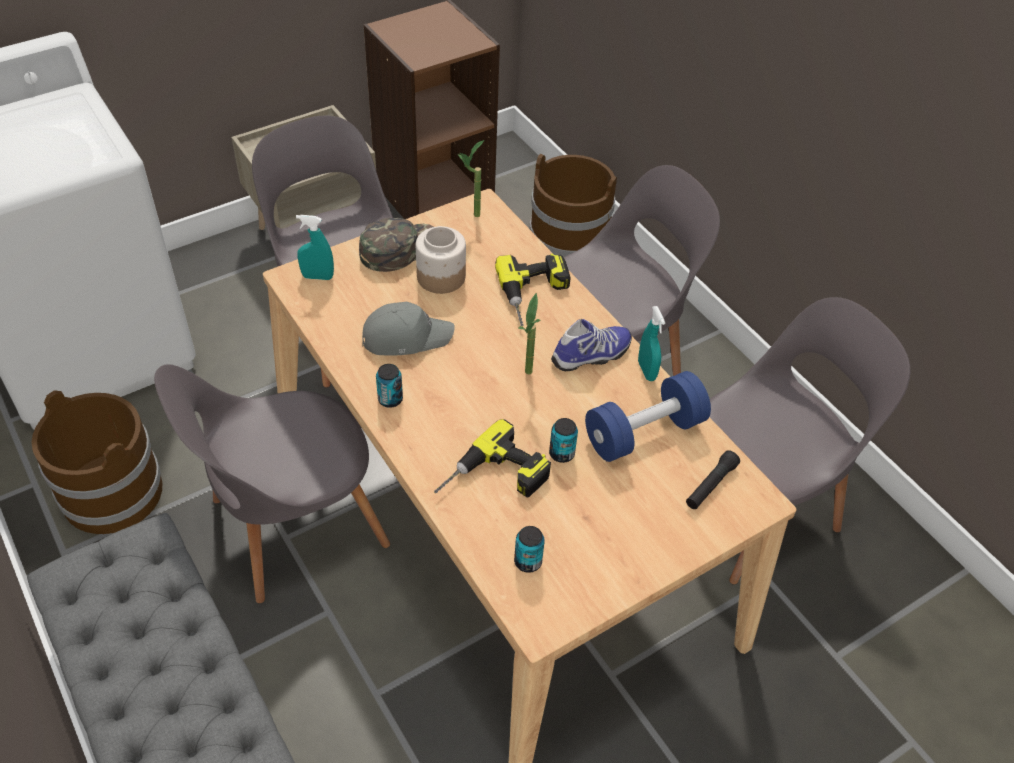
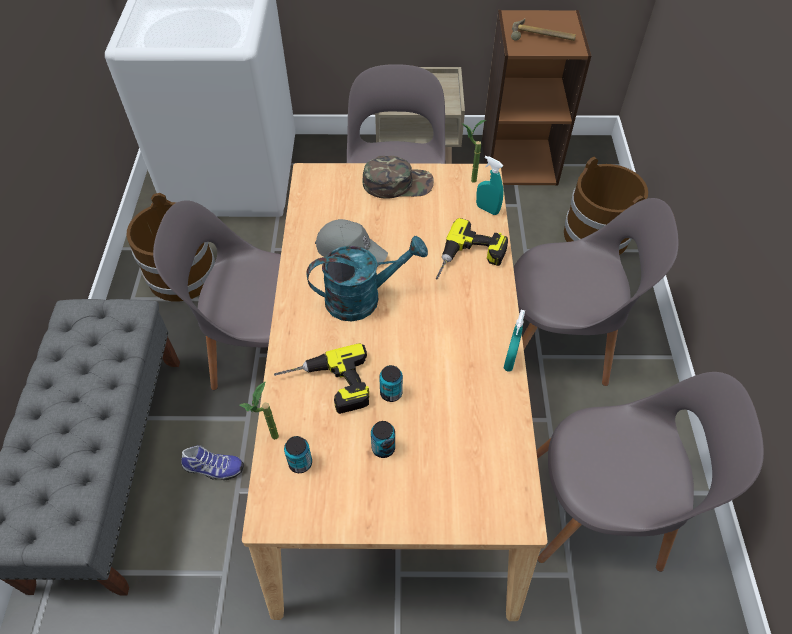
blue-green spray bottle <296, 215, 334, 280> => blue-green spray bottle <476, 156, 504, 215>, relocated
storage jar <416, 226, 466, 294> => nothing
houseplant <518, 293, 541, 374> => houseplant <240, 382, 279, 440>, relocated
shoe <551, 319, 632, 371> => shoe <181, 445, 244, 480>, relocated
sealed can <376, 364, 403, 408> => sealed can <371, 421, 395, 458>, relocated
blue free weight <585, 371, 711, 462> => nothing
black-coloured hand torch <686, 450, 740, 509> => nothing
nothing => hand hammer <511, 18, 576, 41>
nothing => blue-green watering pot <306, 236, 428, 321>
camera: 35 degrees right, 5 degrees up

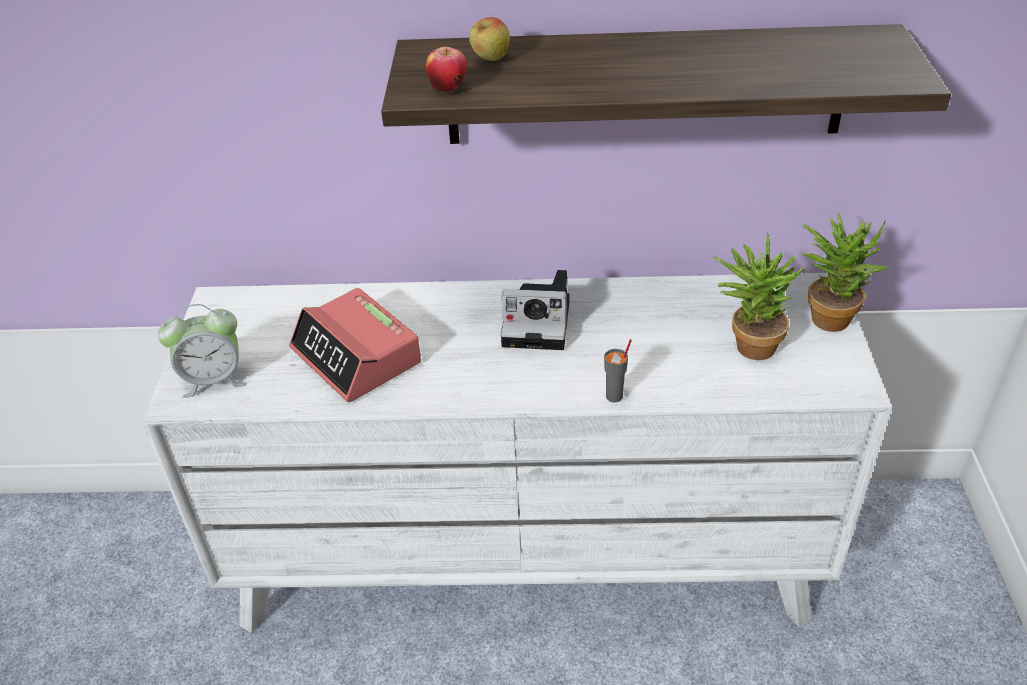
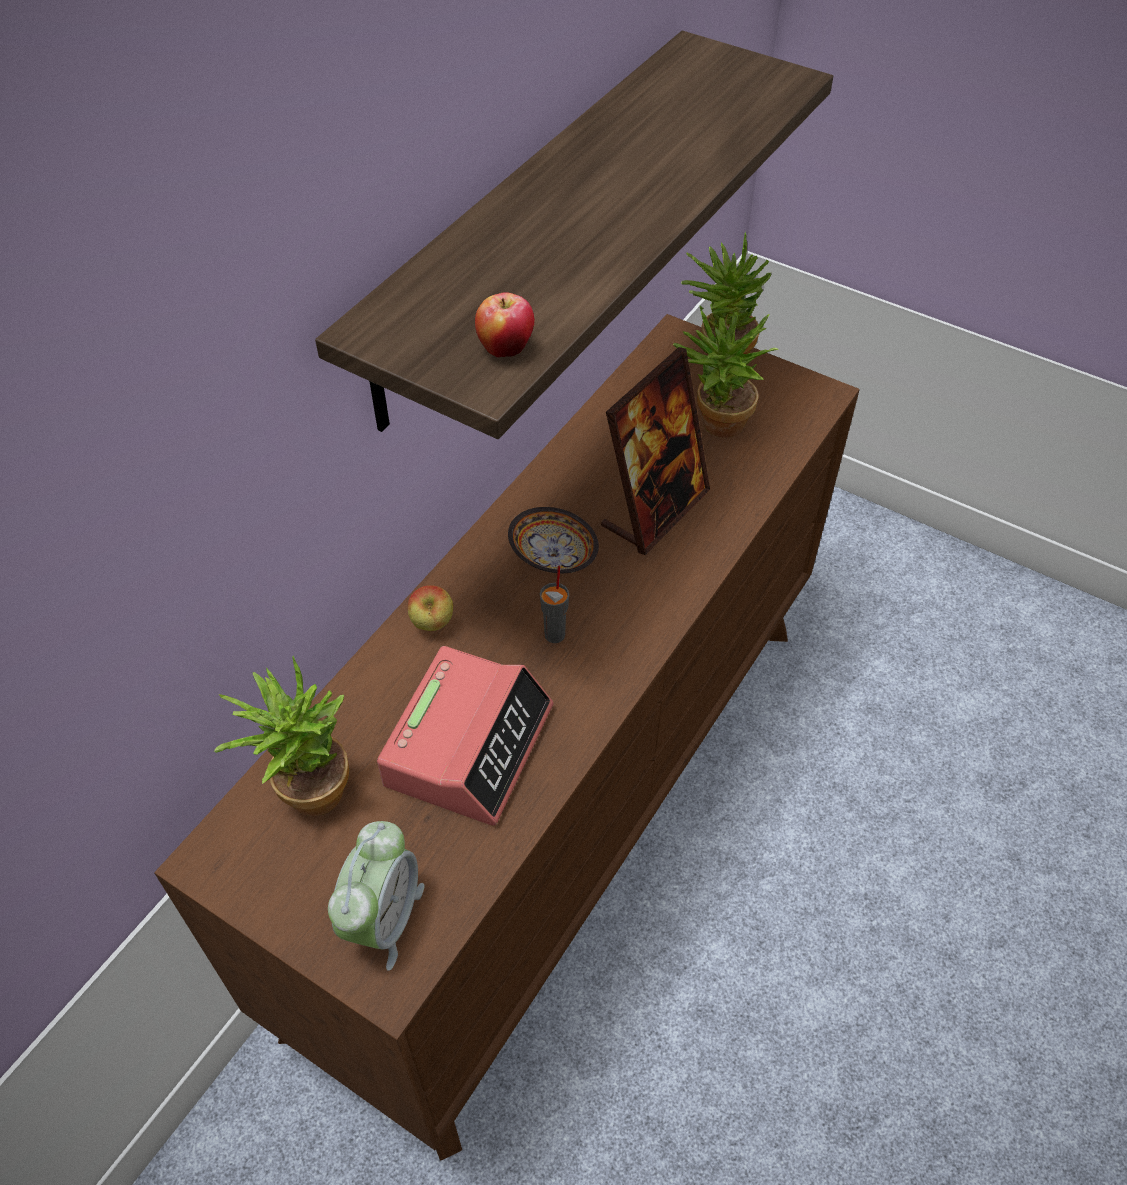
apple fruit <469, 17, 510, 61> => apple fruit <408, 585, 453, 631>, relocated
still camera <501, 270, 570, 350> => serving bowl <508, 507, 599, 573>
white chest of drawers <142, 273, 892, 633> => brown chest of drawers <154, 314, 860, 1161>
alarm clock <290, 288, 421, 402> => alarm clock <377, 646, 553, 825>, 60 degrees counterclockwise
grey drinking cup <604, 339, 632, 403> => grey drinking cup <540, 566, 569, 643>, relocated
nothing => photo frame <601, 347, 710, 555>
nothing => houseplant <214, 656, 349, 816>
camera: 60 degrees left, 10 degrees up

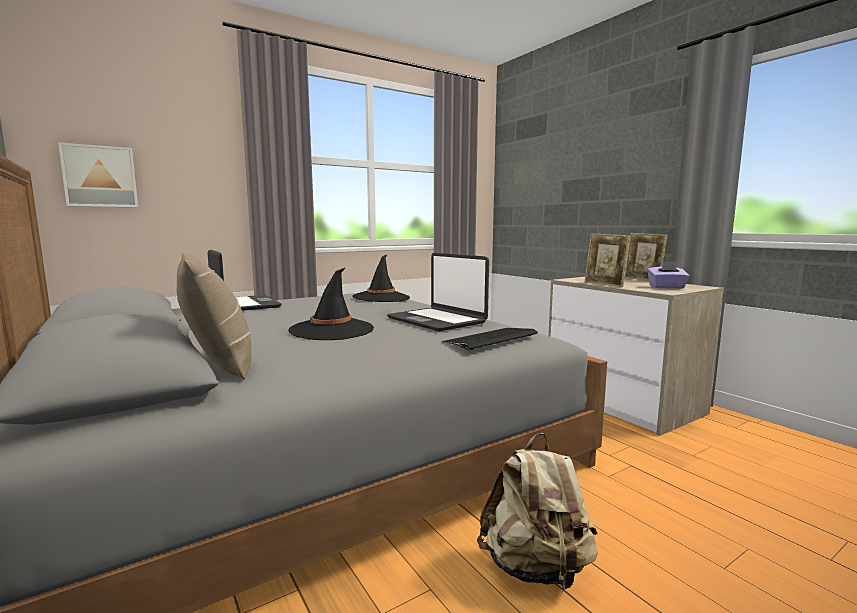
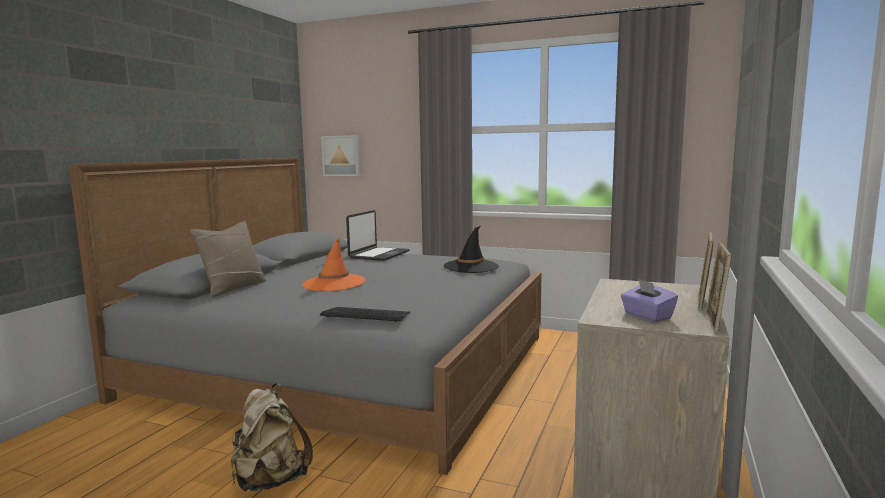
photo frame <585, 233, 630, 287> => photo frame <706, 242, 732, 333>, relocated
laptop <387, 253, 489, 332> => nothing
black-coloured clothing hat <288, 267, 374, 340> => orangey clothing hat <302, 239, 366, 291>
camera: 55 degrees right, 0 degrees up

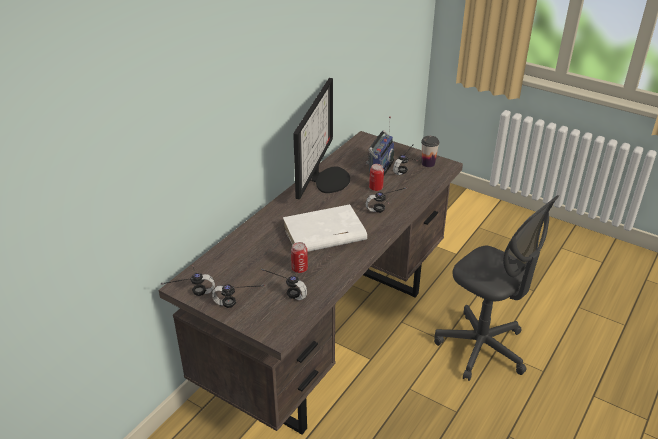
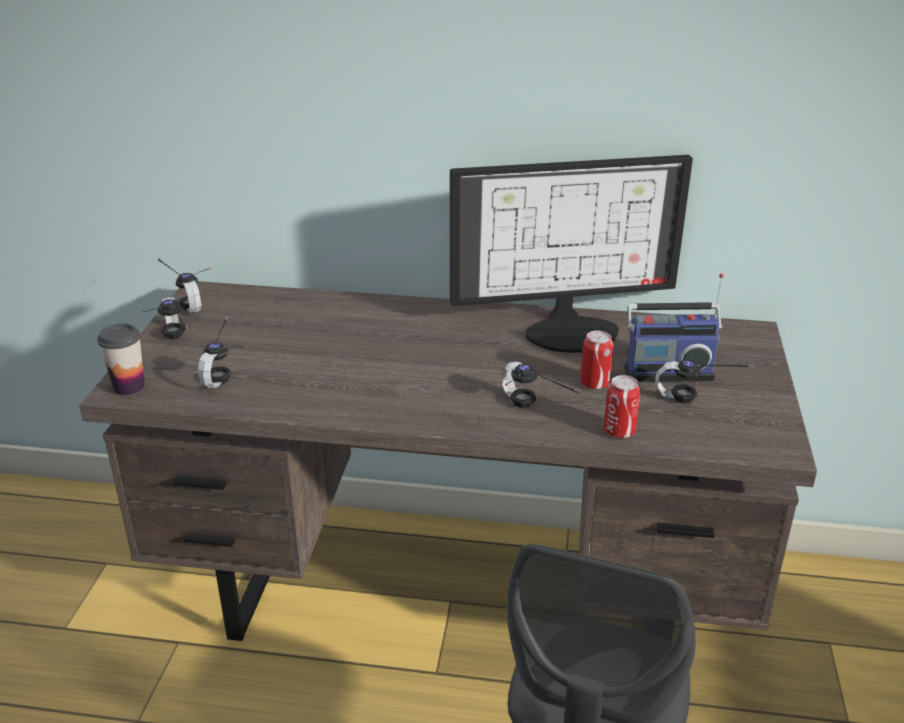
drinking cup <421, 136, 439, 167> => drinking cup <97, 323, 145, 395>, relocated
white volume <283, 204, 367, 252> => nothing
sealed can <291, 242, 308, 273> => sealed can <604, 375, 641, 438>, relocated
camera: 65 degrees right, 5 degrees down

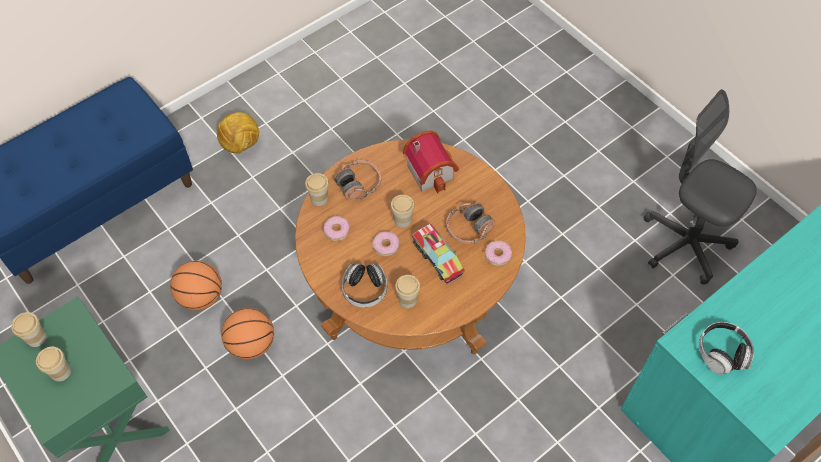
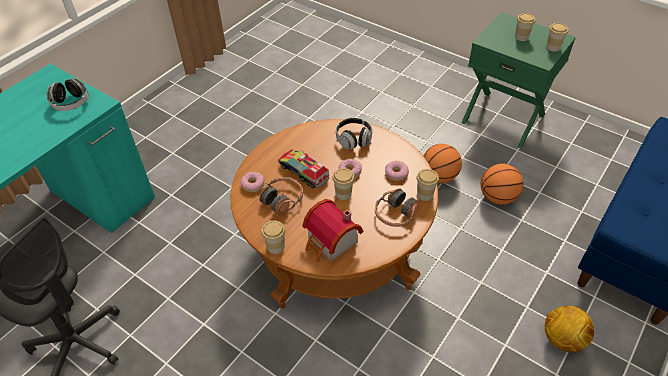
drinking cup <395, 275, 420, 308> => drinking cup <262, 221, 285, 254>, relocated
camera: 165 degrees right, 10 degrees down

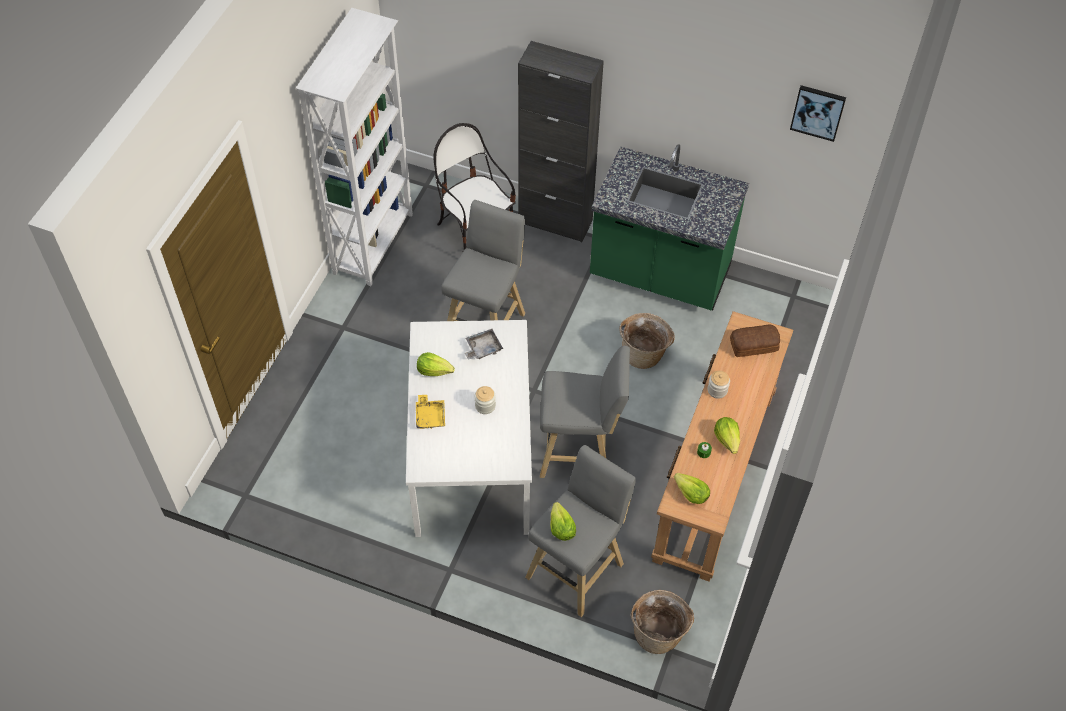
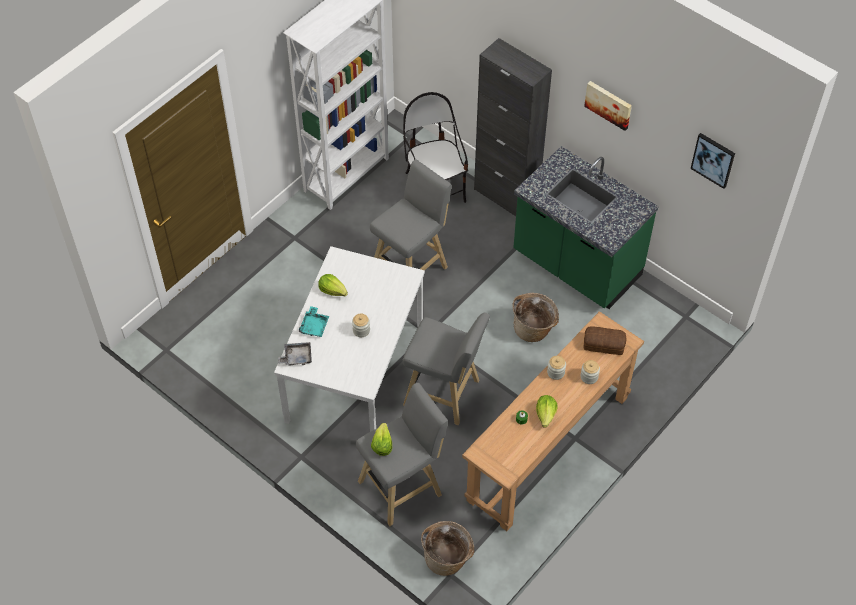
grey carrying tray <465, 329, 503, 360> => grey carrying tray <278, 342, 312, 366>, relocated
yellowish carrying tray <416, 395, 445, 429> => blue-green carrying tray <299, 306, 329, 337>
lettuce <674, 473, 710, 504> => nothing
nothing => picture <584, 81, 632, 131>
nothing => storage jar <581, 360, 600, 384>
camera: 20 degrees right, 0 degrees up

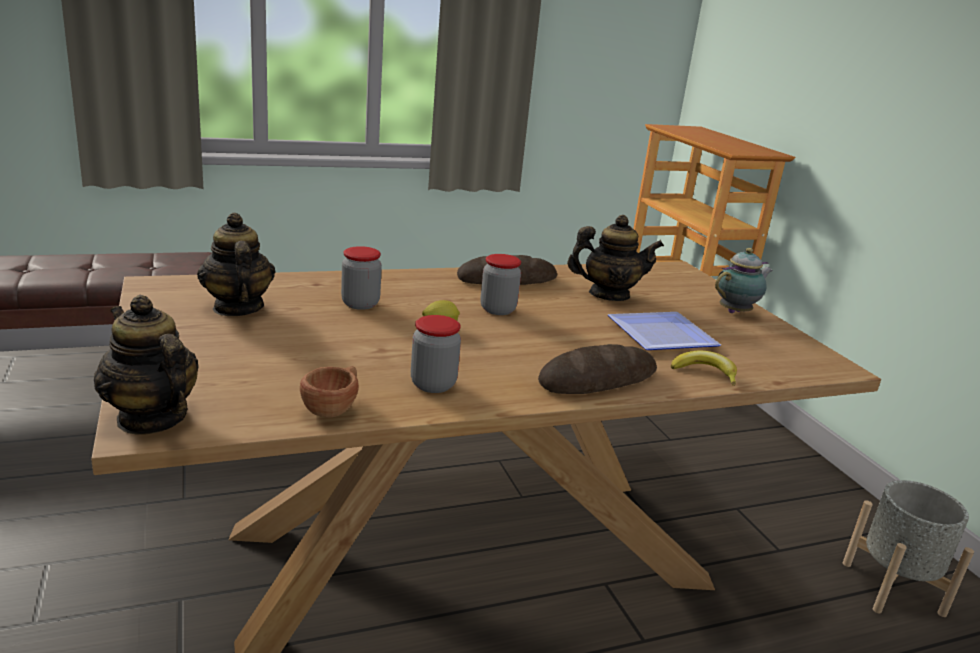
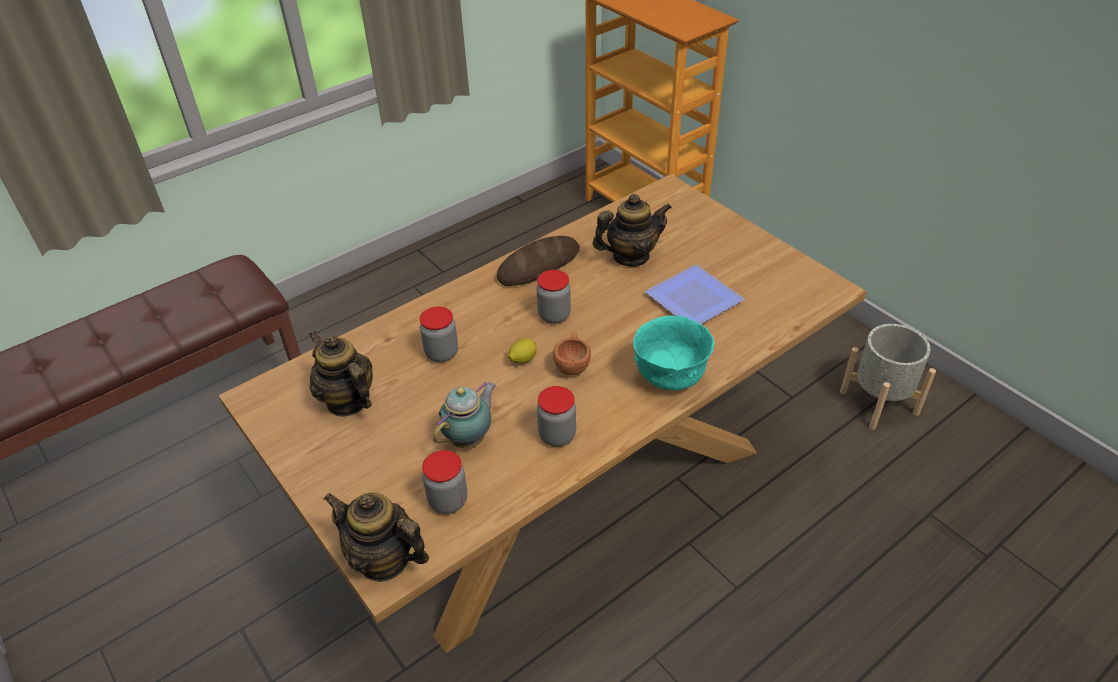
pot for tea <715, 248, 773, 313> => pot for tea <433, 382, 496, 448>, relocated
baked bread <538, 344, 657, 394> => blue-green serving bowl <633, 315, 714, 390>
whole banana <671, 351, 737, 386> => nothing
brown drinking cup <300, 366, 359, 418> => brown drinking cup <553, 333, 591, 376>, relocated
nothing => storage jar <422, 450, 467, 514>
camera: 15 degrees left, 20 degrees up

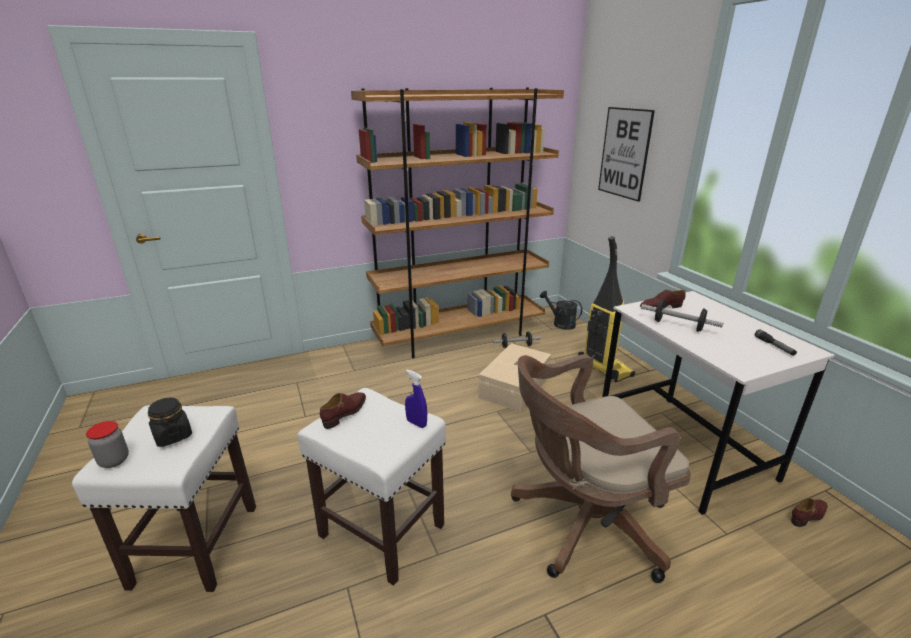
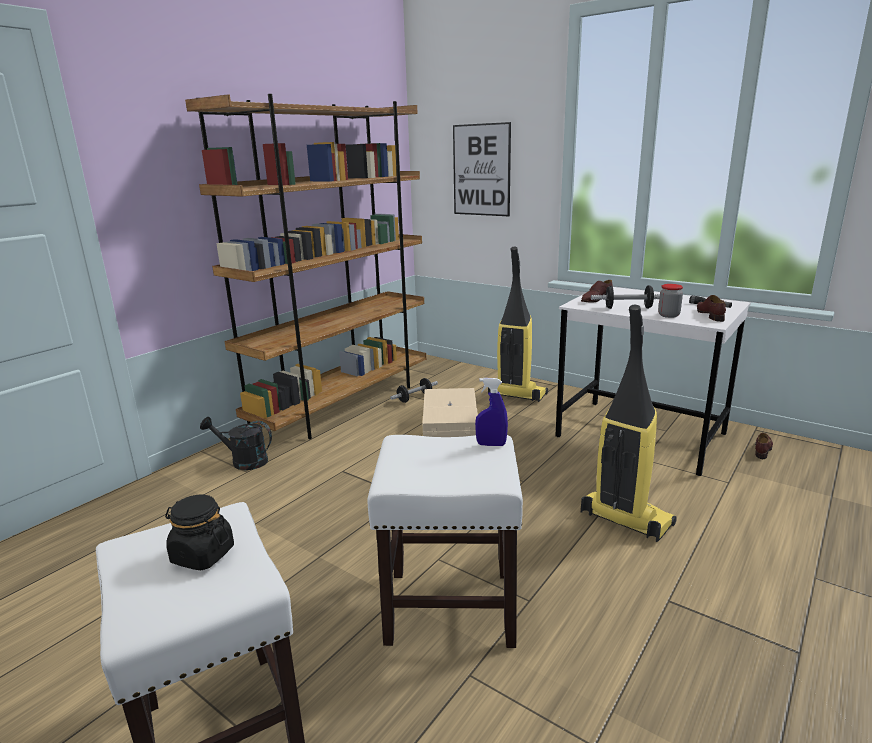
black-coloured watering pot <540, 291, 583, 330> => black-coloured watering pot <200, 417, 272, 470>, relocated
brown desk chair <511, 354, 691, 583> => hoover <581, 305, 677, 542>
brown shoe <320, 392, 366, 429> => brown shoe <697, 295, 726, 322>, relocated
storage jar <86, 421, 129, 468> => storage jar <658, 284, 683, 318>, relocated
camera: 30 degrees left, 5 degrees down

